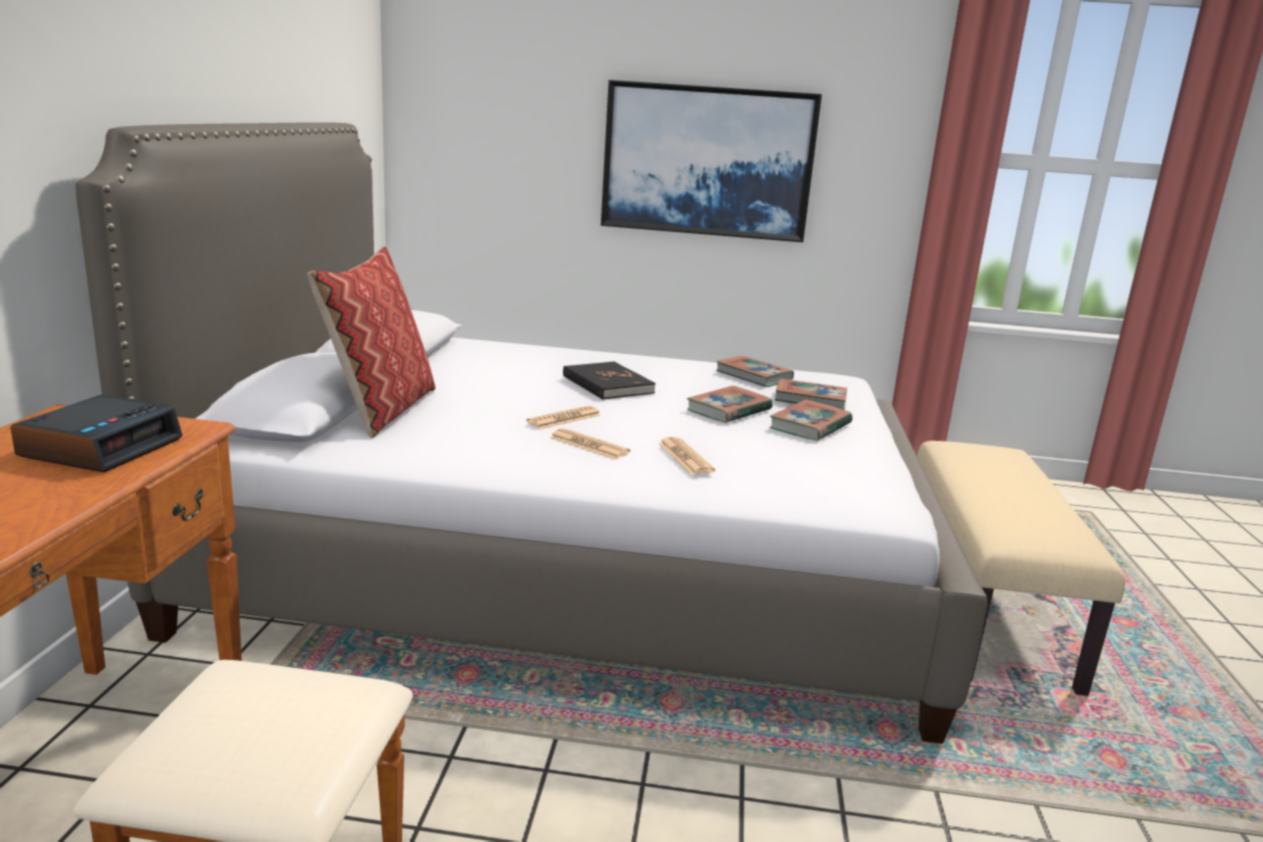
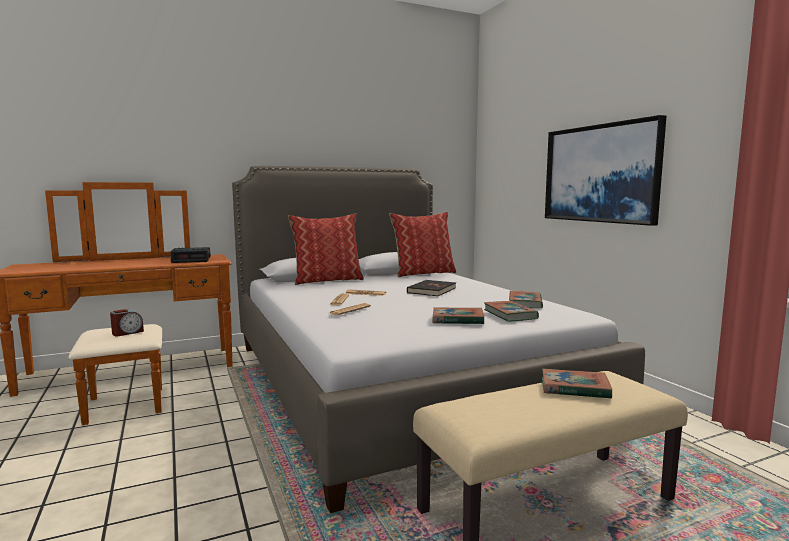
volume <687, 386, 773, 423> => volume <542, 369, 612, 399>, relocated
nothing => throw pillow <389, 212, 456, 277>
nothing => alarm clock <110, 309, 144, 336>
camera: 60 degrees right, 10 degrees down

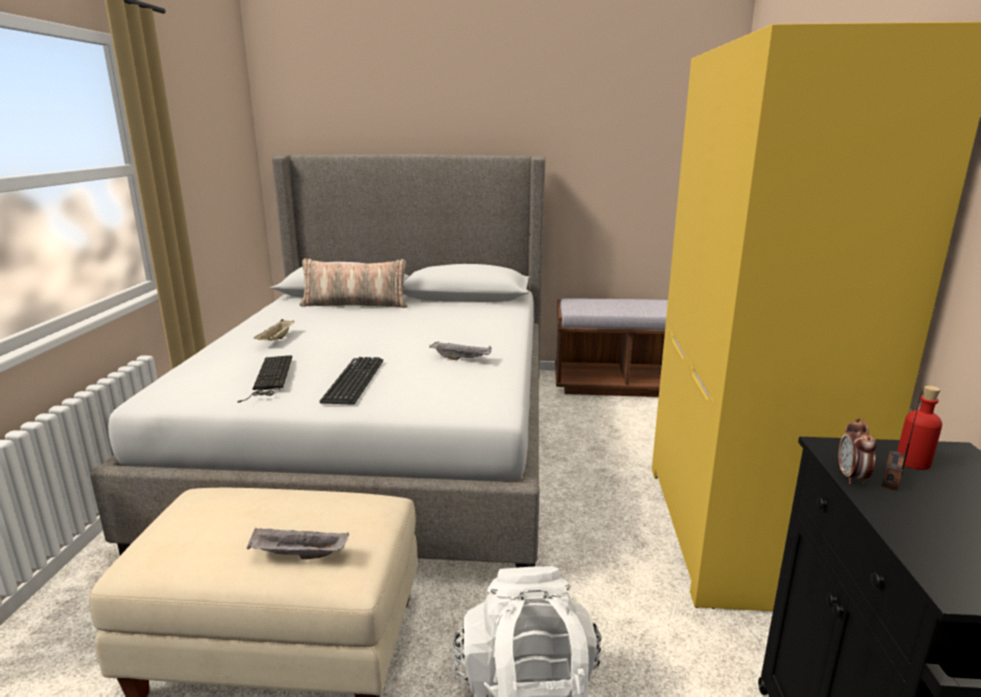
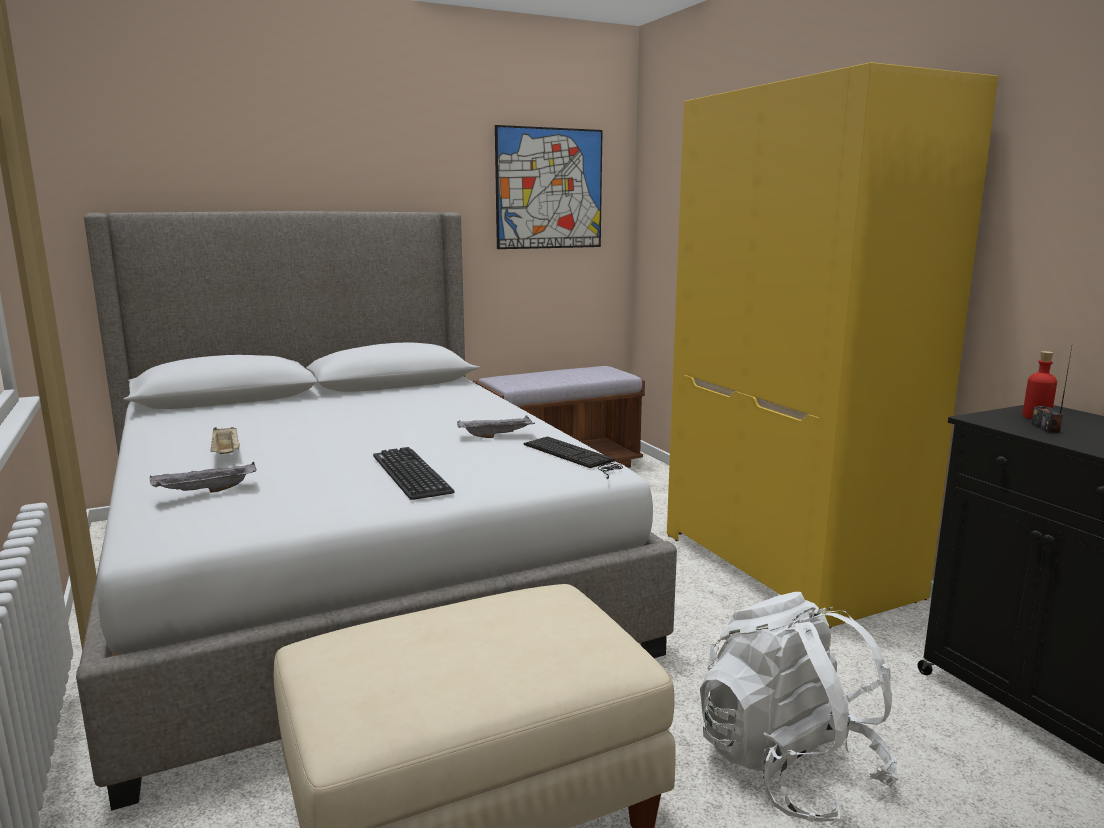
throw pillow <299, 258, 408, 308> => nothing
keyboard <237, 355, 292, 403> => keyboard <524, 436, 623, 479>, relocated
alarm clock <838, 418, 877, 484> => nothing
grey carrying tray <247, 528, 349, 559> => grey carrying tray <149, 462, 256, 493>, relocated
nothing => picture <495, 125, 603, 249>
camera: 30 degrees left, 5 degrees down

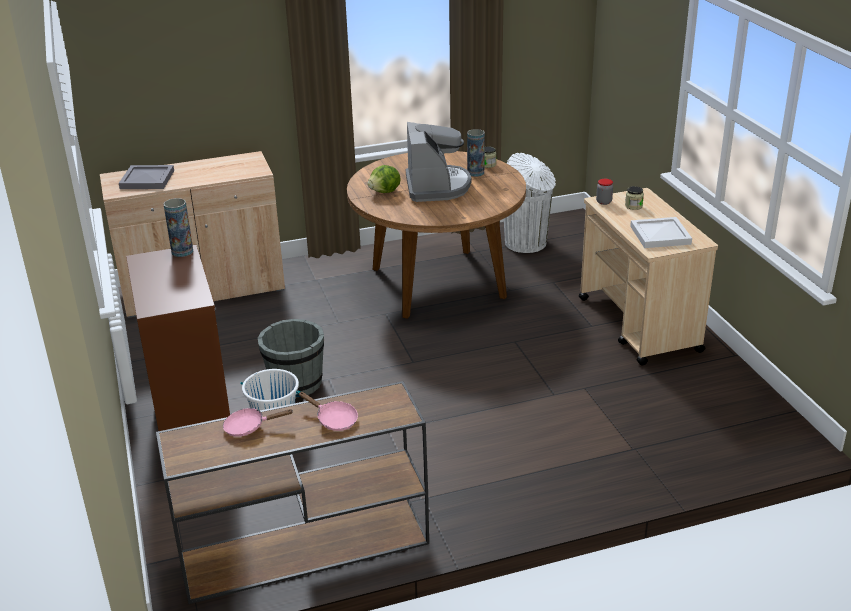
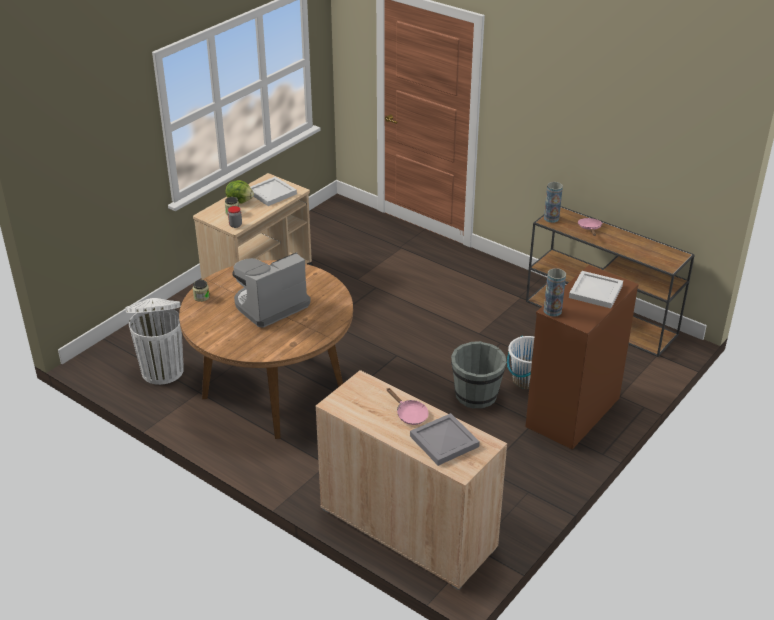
decorative vase <467, 129, 485, 177> => decorative vase <544, 182, 563, 223>, relocated
lettuce <367, 165, 400, 193> => lettuce <225, 180, 254, 204>, relocated
pink-coloured pan <223, 408, 293, 437> => pink-coloured pan <387, 388, 428, 425>, relocated
nothing => white carrying tray <569, 271, 623, 308>
camera: 125 degrees left, 5 degrees up

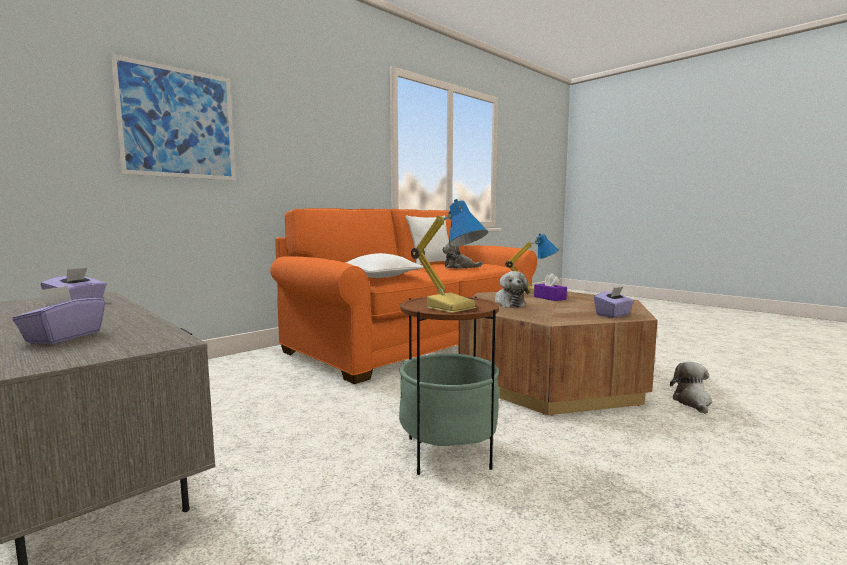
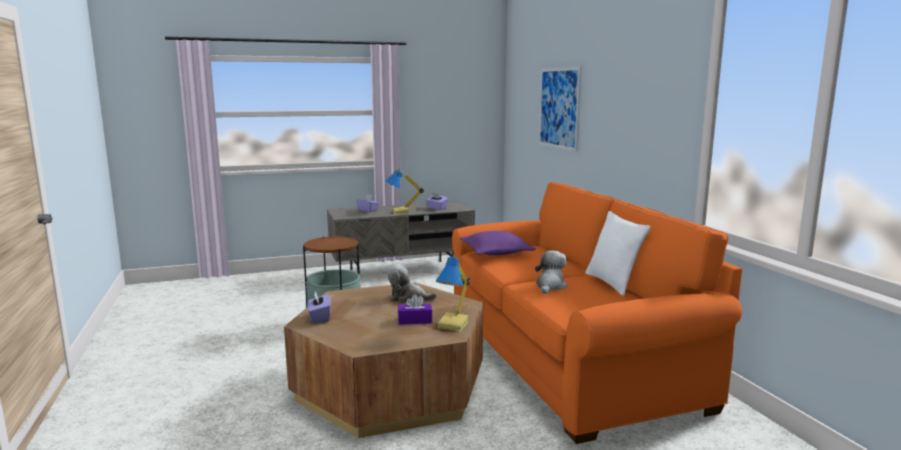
table lamp <411, 199, 488, 313> => table lamp <385, 169, 424, 214>, relocated
white throw pillow <345, 253, 424, 278> => purple throw pillow <460, 231, 536, 255>
soft toy <670, 362, 712, 414> => nothing
camera: 115 degrees right, 5 degrees up

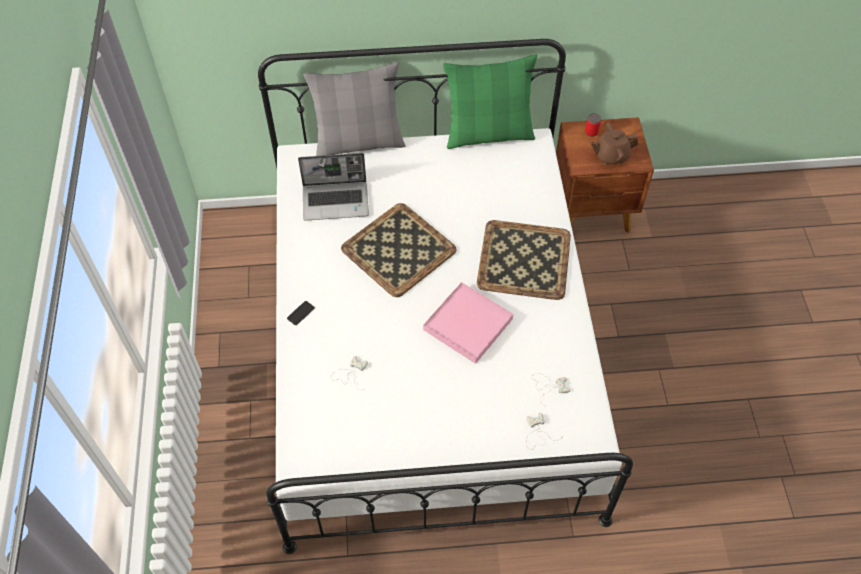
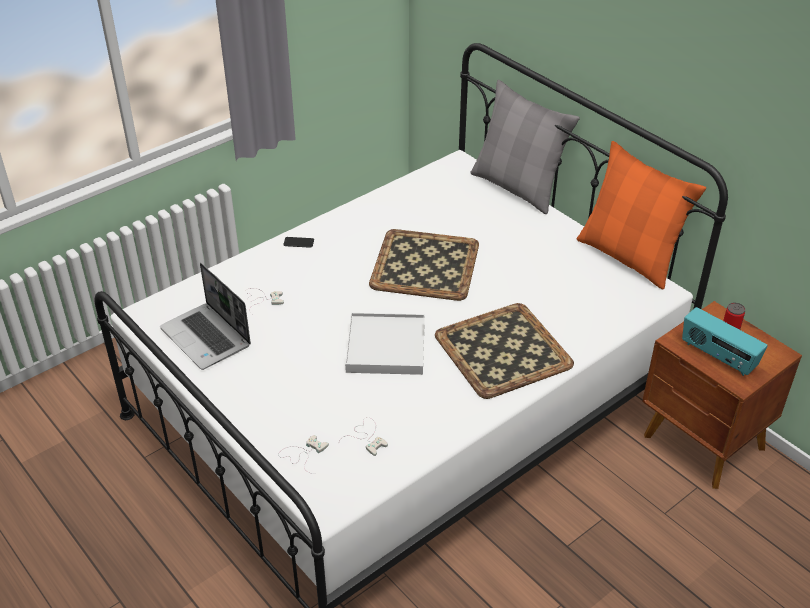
green throw pillow <443, 54, 537, 149> => orangey throw pillow <576, 141, 706, 290>
brown pot for tea <590, 122, 638, 165> => radio receiver <682, 307, 768, 376>
laptop <298, 153, 369, 221> => laptop <160, 263, 251, 370>, relocated
pink-coloured carrying tray <423, 282, 513, 364> => white carrying tray <345, 313, 425, 375>
camera: 55 degrees right, 15 degrees down

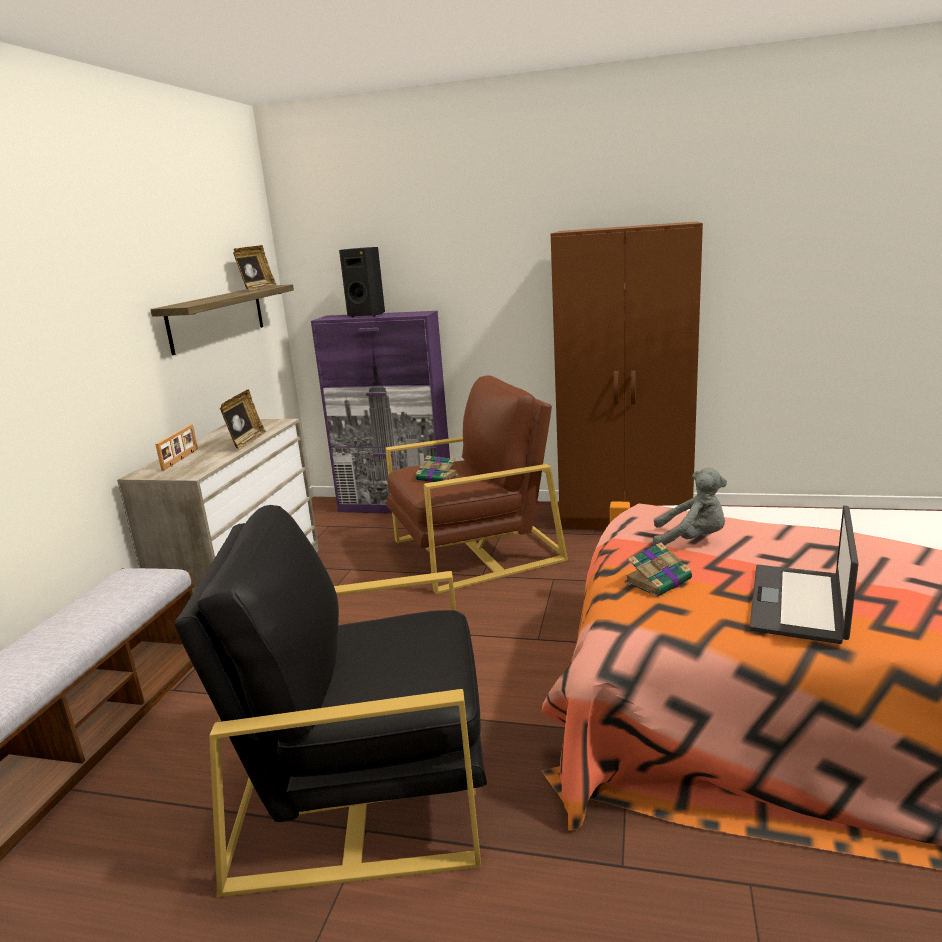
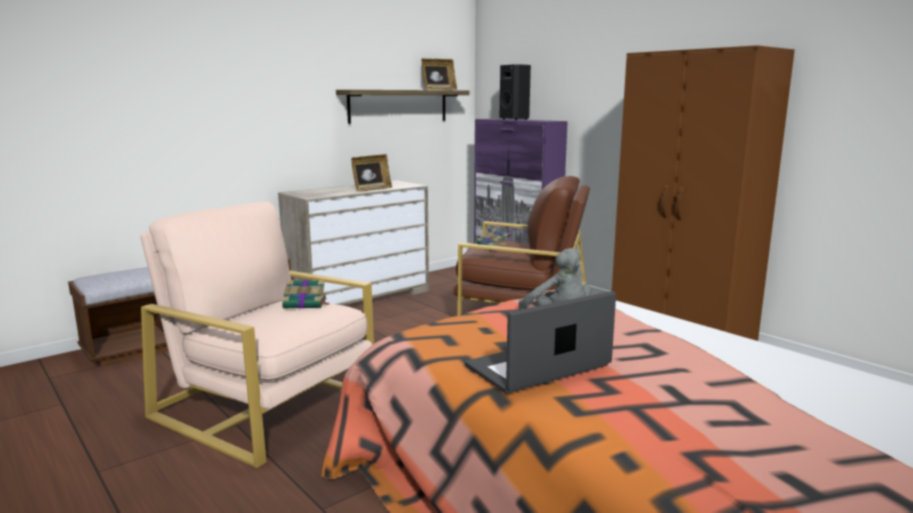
photo frame <155, 424, 198, 471> => nothing
black-coloured easy chair <174, 505, 487, 897> => sand-coloured easy chair <140, 202, 374, 468>
volume <624, 542, 692, 597> => volume <282, 280, 330, 309>, relocated
camera: 35 degrees right, 5 degrees down

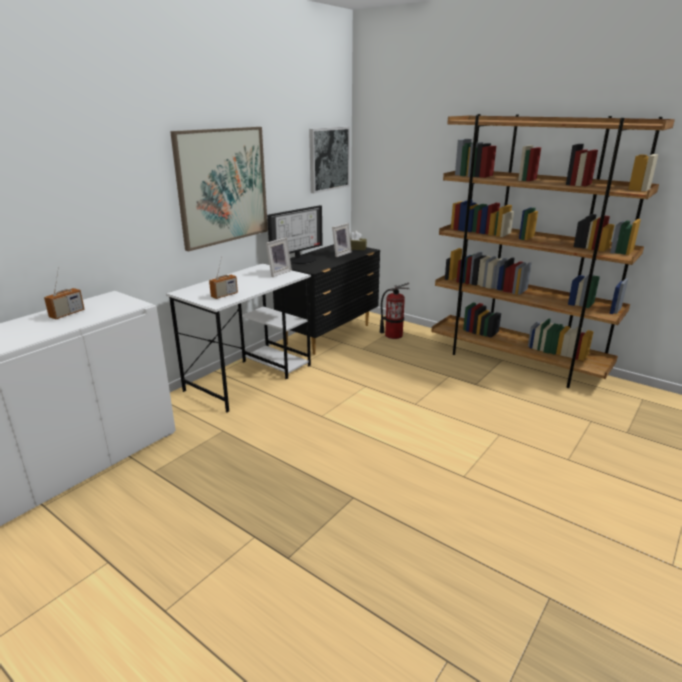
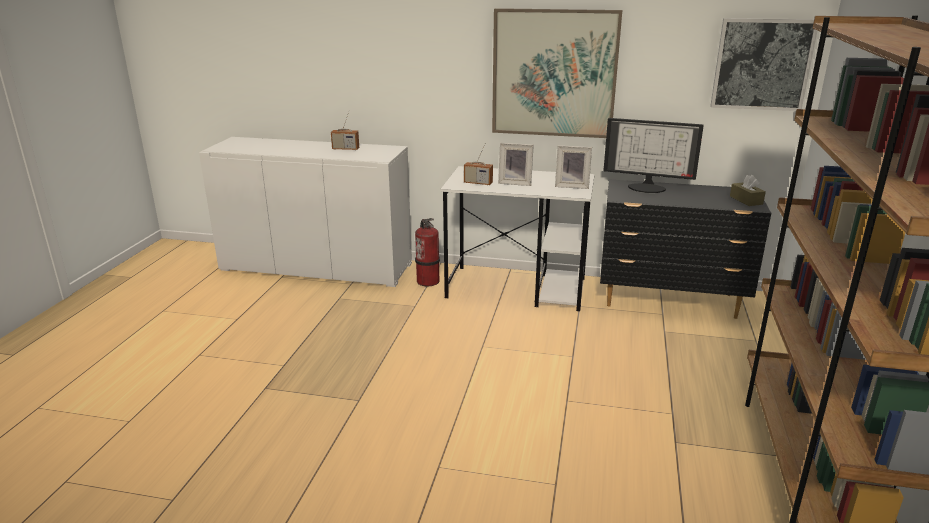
photo frame <332, 223, 352, 257> => photo frame <498, 143, 534, 186>, relocated
fire extinguisher <380, 282, 409, 339> => fire extinguisher <415, 218, 440, 286>, relocated
camera: 65 degrees right, 0 degrees up

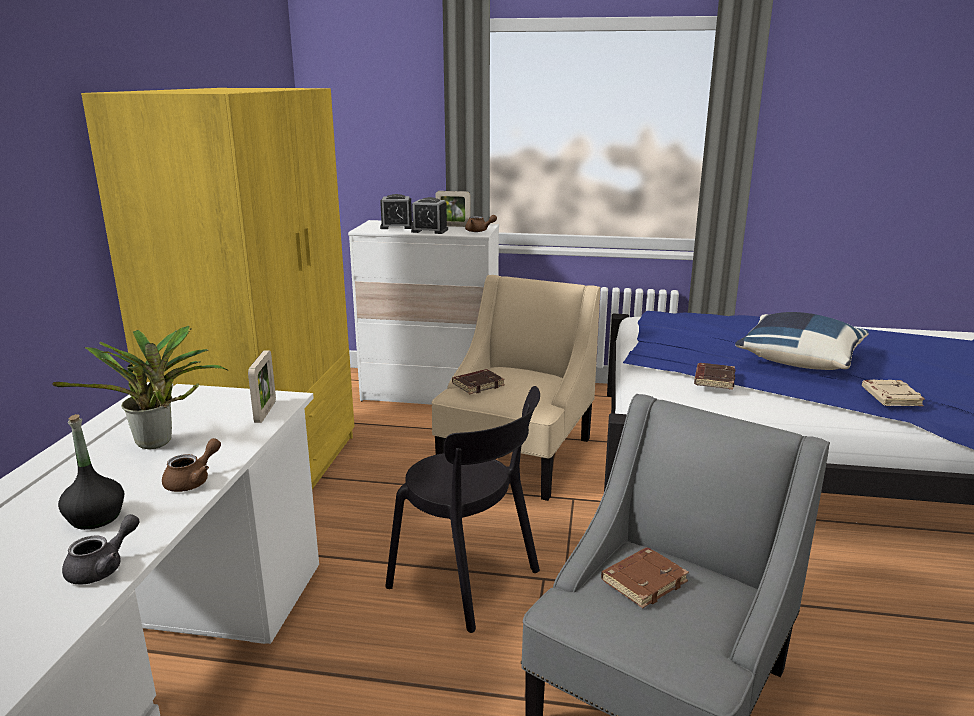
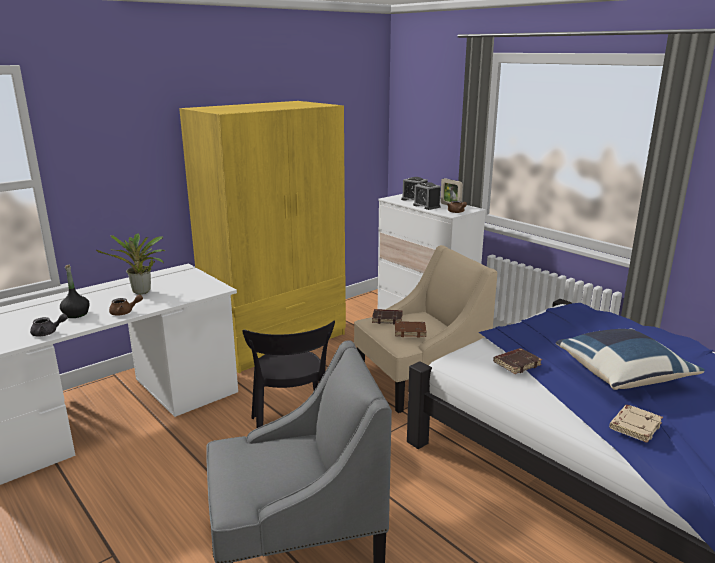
photo frame <248, 351, 276, 423> => nothing
brown volume <601, 547, 689, 608> => brown volume <395, 321, 427, 337>, relocated
camera: 40 degrees right, 0 degrees up

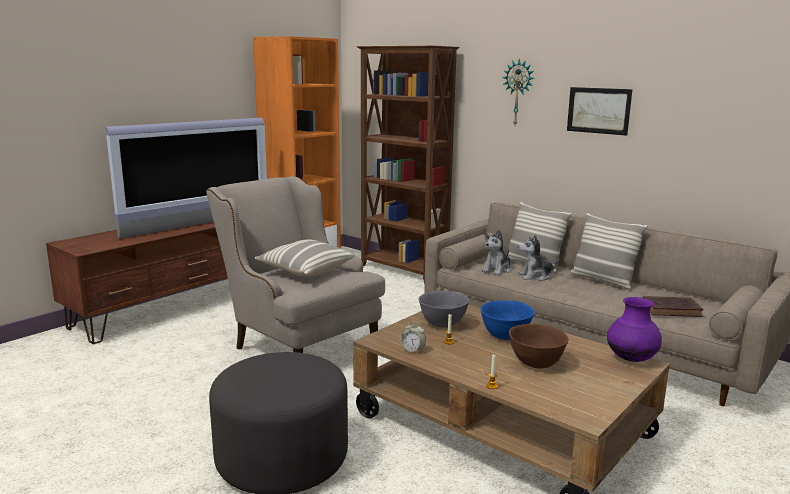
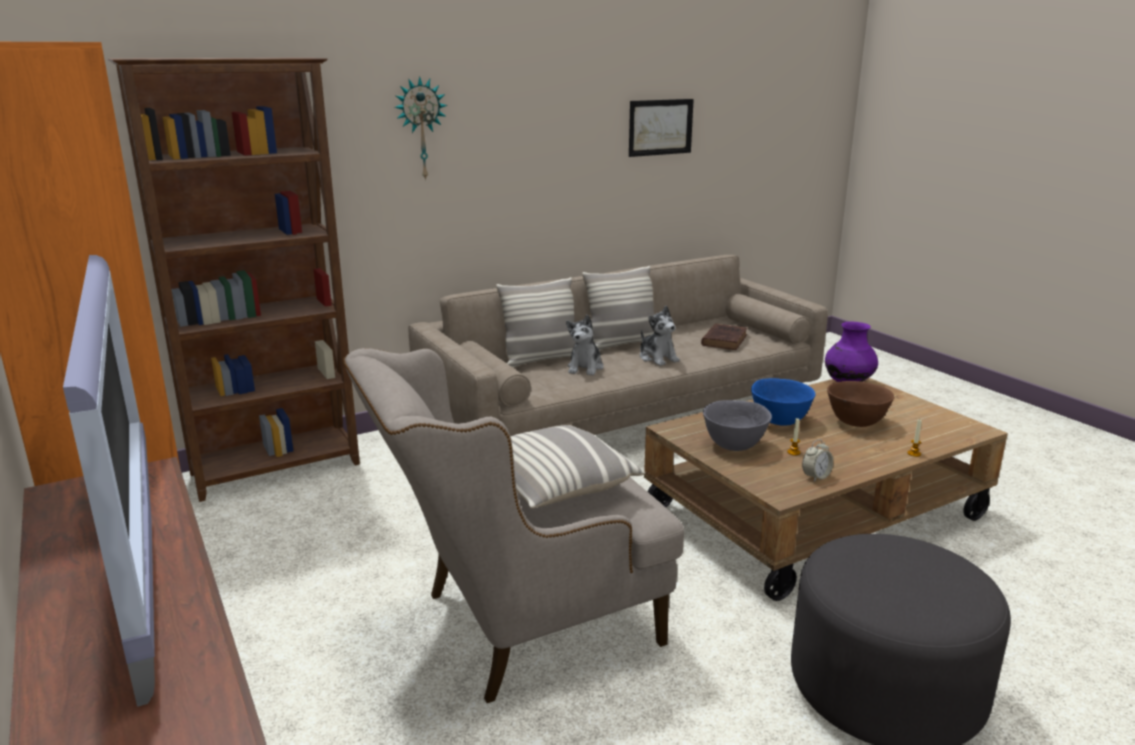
picture <567, 87, 633, 136> => picture <629, 99, 694, 157>, relocated
soft toy <481, 230, 511, 275> => soft toy <640, 306, 680, 366>, relocated
camera: 70 degrees left, 5 degrees up

